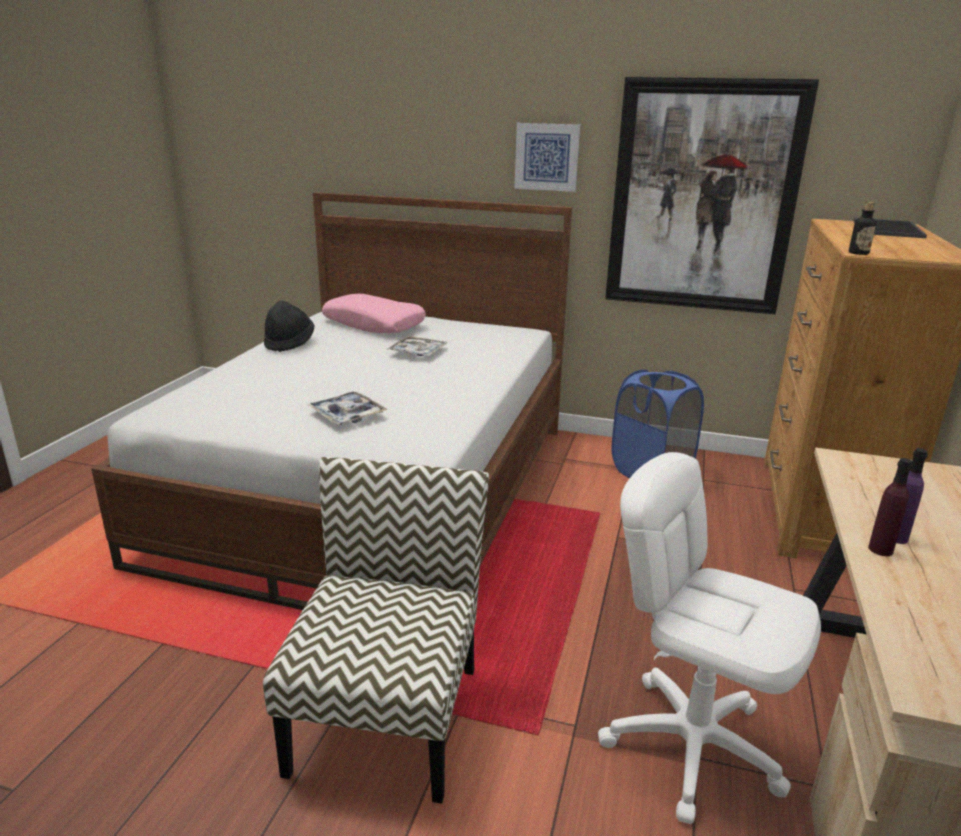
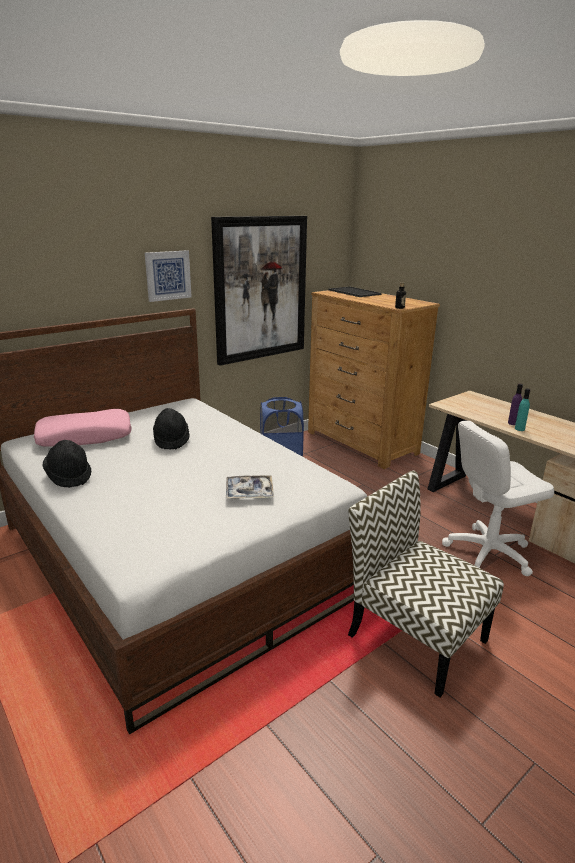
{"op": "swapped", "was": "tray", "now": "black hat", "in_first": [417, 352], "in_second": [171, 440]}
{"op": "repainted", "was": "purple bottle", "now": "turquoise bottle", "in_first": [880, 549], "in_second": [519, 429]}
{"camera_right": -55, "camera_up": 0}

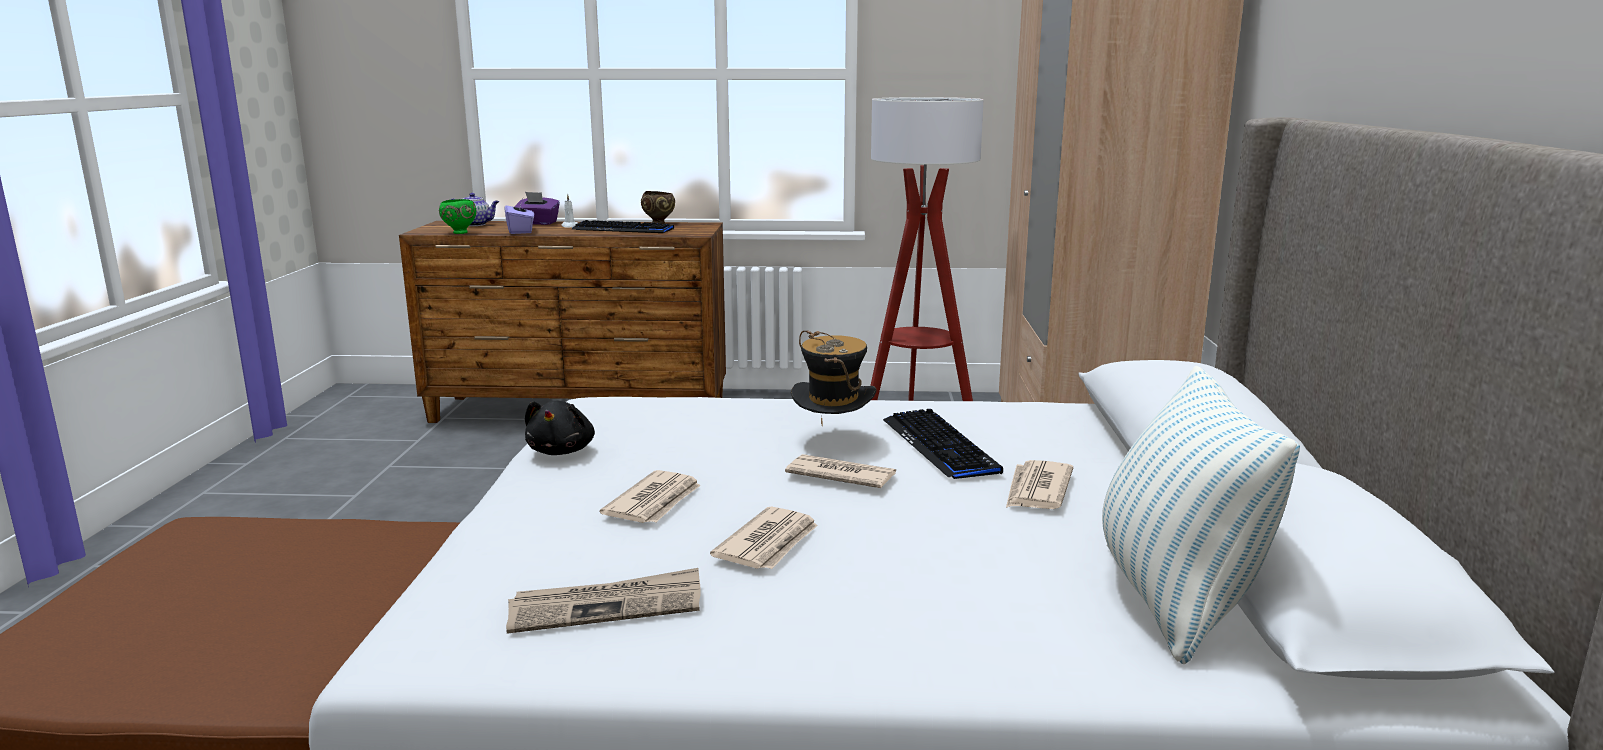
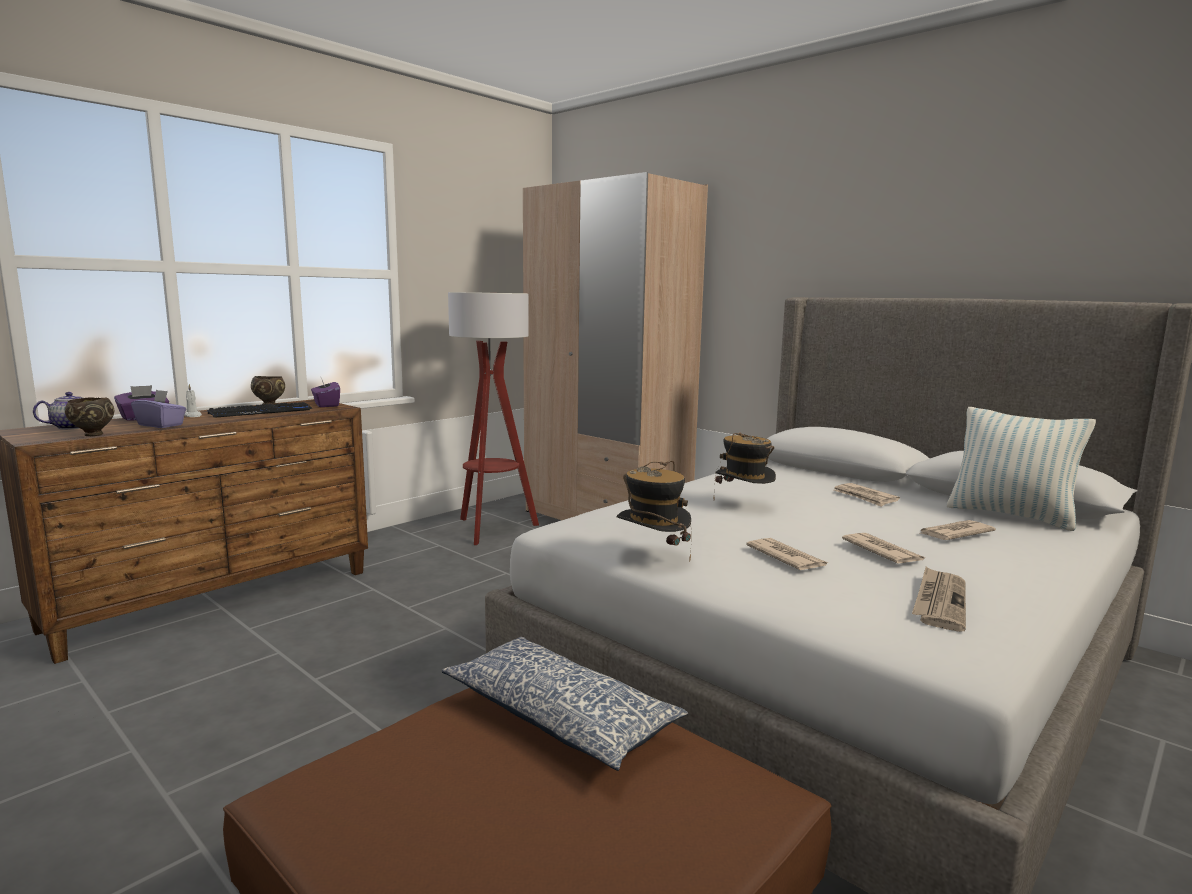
{"op": "repainted", "was": "green bowl", "now": "brown bowl", "in_first": [459, 232], "in_second": [92, 435]}
{"op": "swapped", "was": "black plush toy", "now": "hat", "in_first": [562, 451], "in_second": [652, 556]}
{"op": "gone", "was": "keyboard", "in_first": [940, 446]}
{"op": "shifted", "was": "newspaper", "in_first": [840, 475], "in_second": [954, 533]}
{"op": "new", "now": "purple tissue box", "in_second": [326, 405]}
{"op": "new", "now": "pillow", "in_second": [559, 716]}
{"camera_right": -50, "camera_up": -5}

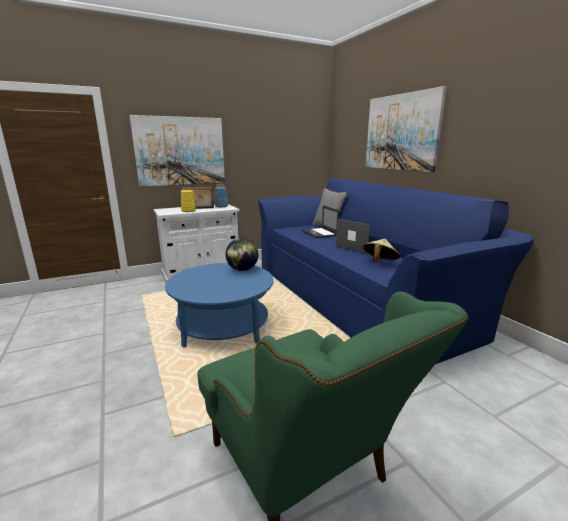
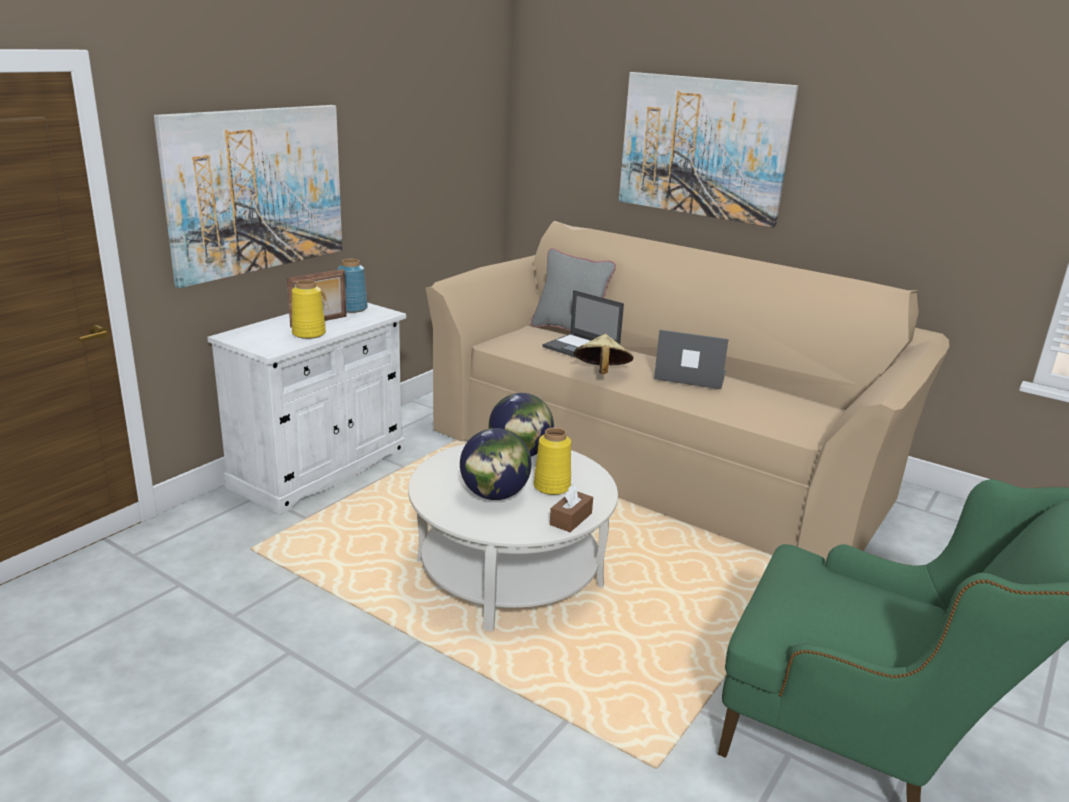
{"op": "repainted", "was": "blue sofa", "now": "beige sofa", "in_first": [358, 296], "in_second": [662, 457]}
{"op": "shifted", "was": "beige hat", "in_first": [379, 262], "in_second": [601, 373]}
{"op": "repainted", "was": "blue coffee table", "now": "white coffee table", "in_first": [223, 326], "in_second": [510, 573]}
{"op": "new", "now": "globe", "in_second": [494, 495]}
{"op": "new", "now": "yellow vase", "in_second": [552, 486]}
{"op": "new", "now": "brown tissue box", "in_second": [571, 519]}
{"camera_right": -30, "camera_up": 5}

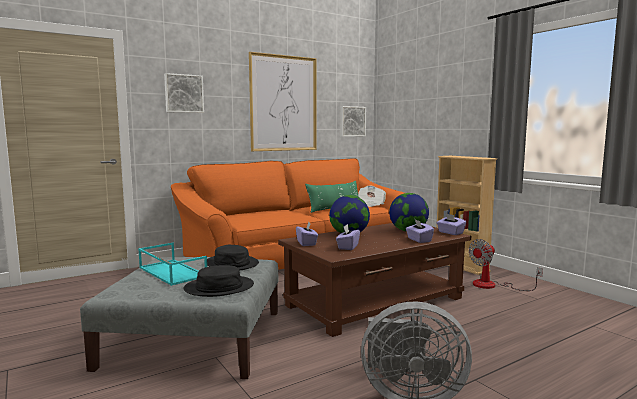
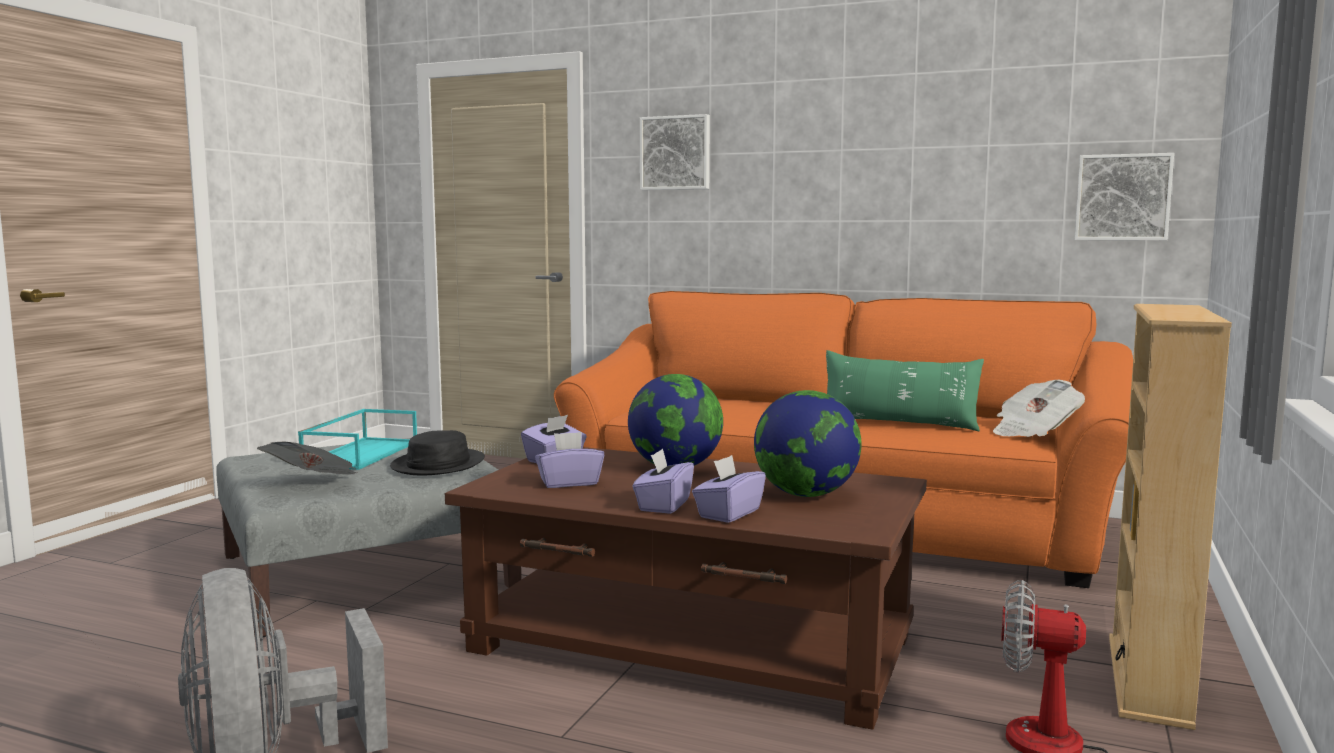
{"op": "gone", "was": "picture", "in_first": [283, 103]}
{"op": "shifted", "was": "purple tissue box", "in_first": [450, 233], "in_second": [663, 505]}
{"op": "swapped", "was": "black hat", "now": "newspaper", "in_first": [219, 287], "in_second": [314, 484]}
{"camera_right": 55, "camera_up": 0}

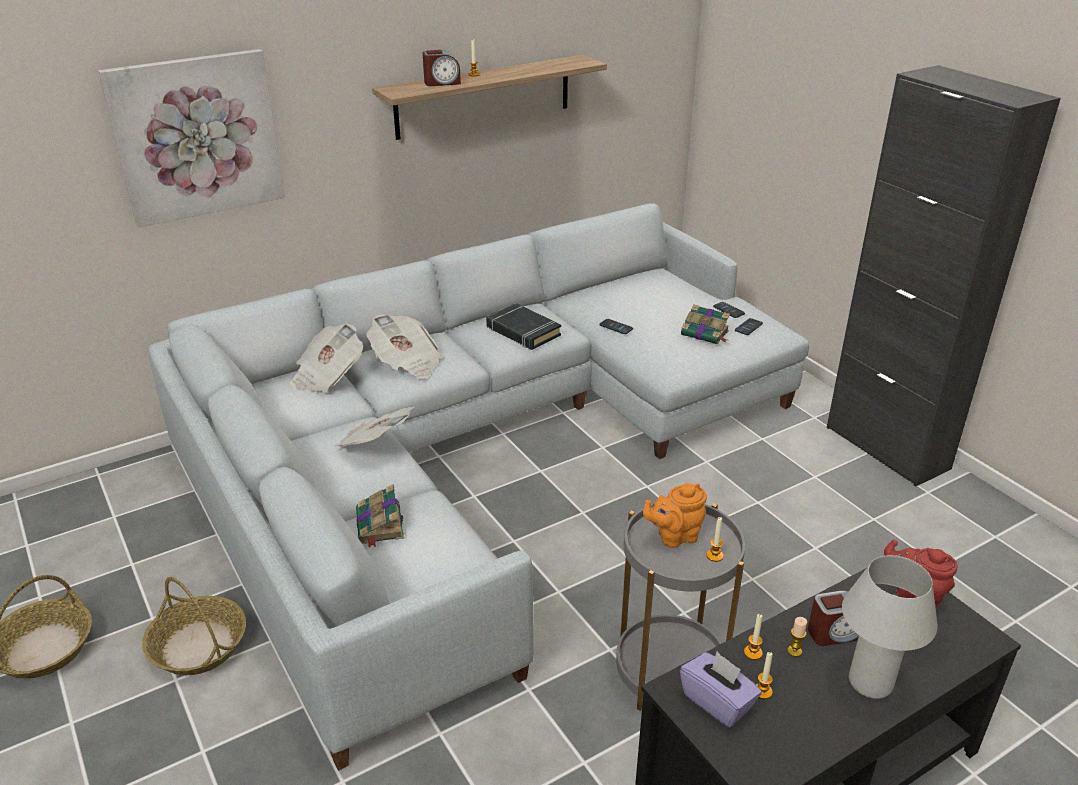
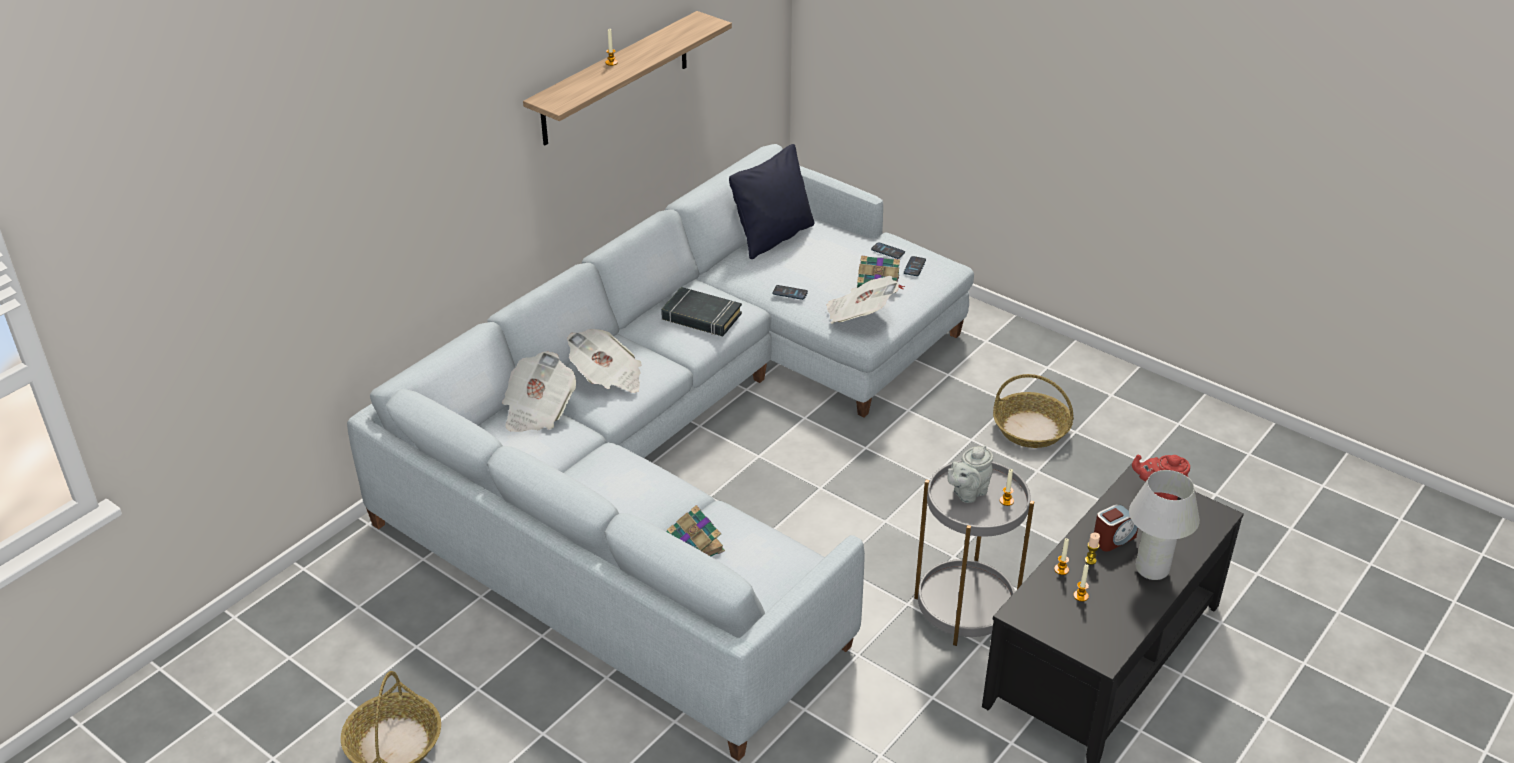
{"op": "gone", "was": "picture", "in_first": [196, 136]}
{"op": "gone", "was": "alarm clock", "in_first": [442, 83]}
{"op": "gone", "was": "black cabinet", "in_first": [887, 447]}
{"op": "shifted", "was": "newspaper", "in_first": [376, 444], "in_second": [859, 315]}
{"op": "repainted", "was": "orange teapot", "now": "grey teapot", "in_first": [674, 536], "in_second": [967, 493]}
{"op": "shifted", "was": "basket", "in_first": [199, 646], "in_second": [1031, 429]}
{"op": "gone", "was": "purple tissue box", "in_first": [717, 702]}
{"op": "new", "now": "black pillow", "in_second": [773, 237]}
{"camera_right": -20, "camera_up": 5}

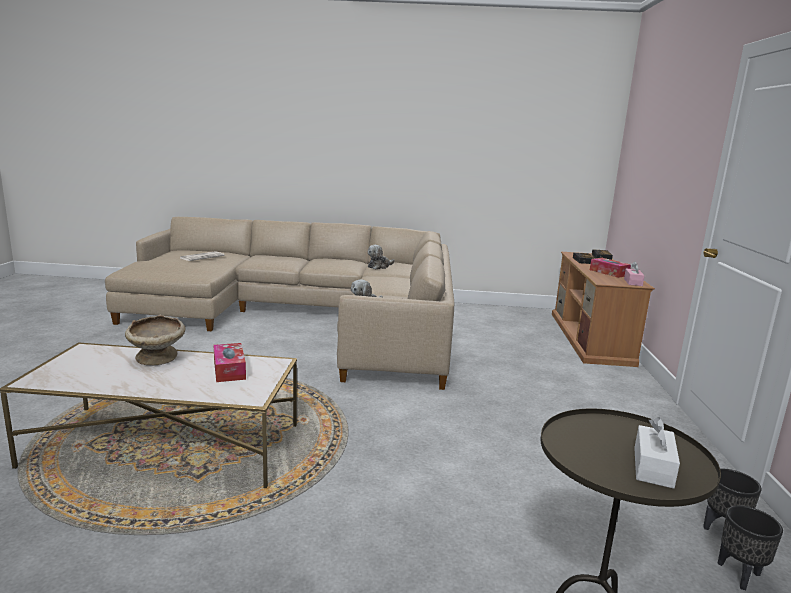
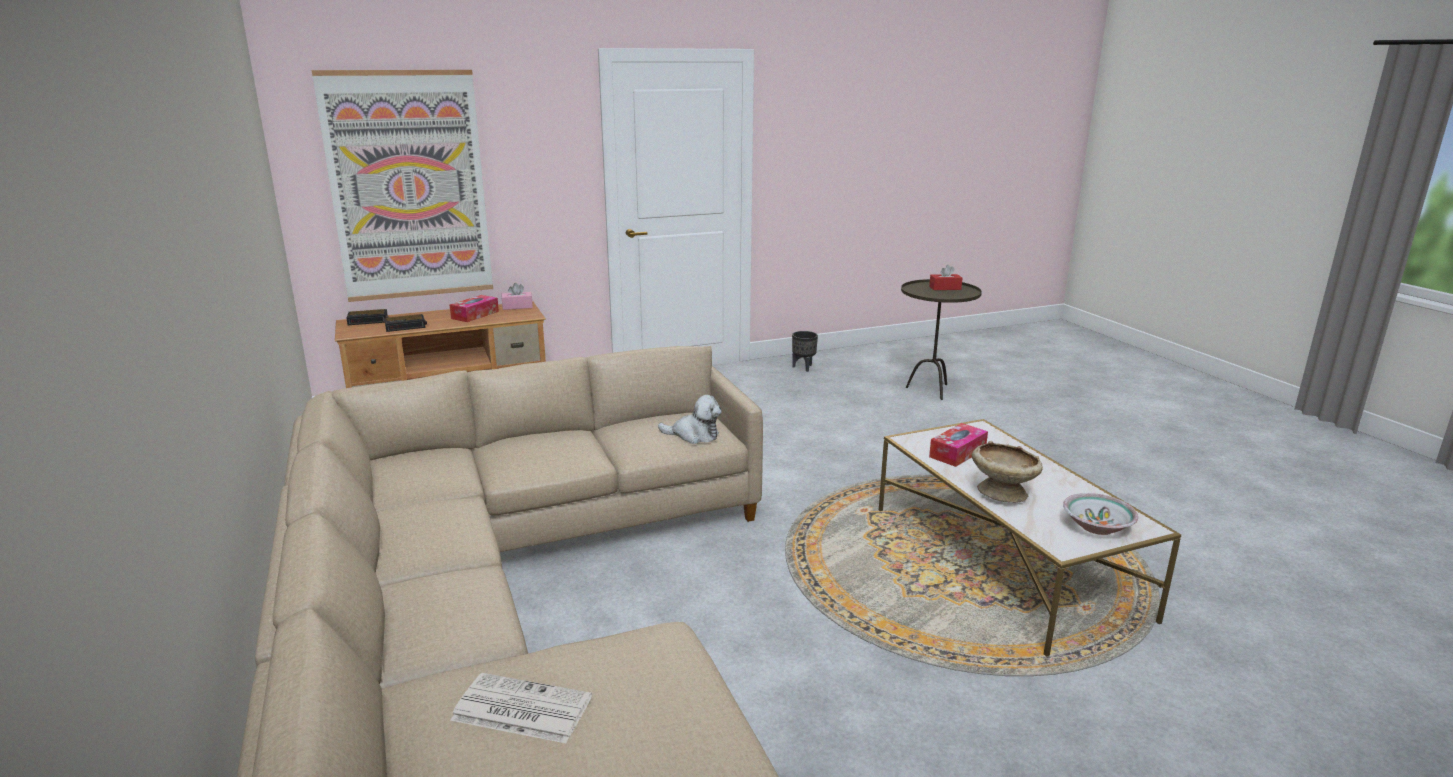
{"op": "gone", "was": "plush toy", "in_first": [379, 266]}
{"op": "repainted", "was": "white tissue box", "now": "red tissue box", "in_first": [653, 467], "in_second": [945, 288]}
{"op": "gone", "was": "black planter", "in_first": [738, 574]}
{"op": "new", "now": "picture", "in_second": [409, 187]}
{"op": "new", "now": "bowl", "in_second": [1097, 526]}
{"camera_right": -115, "camera_up": 5}

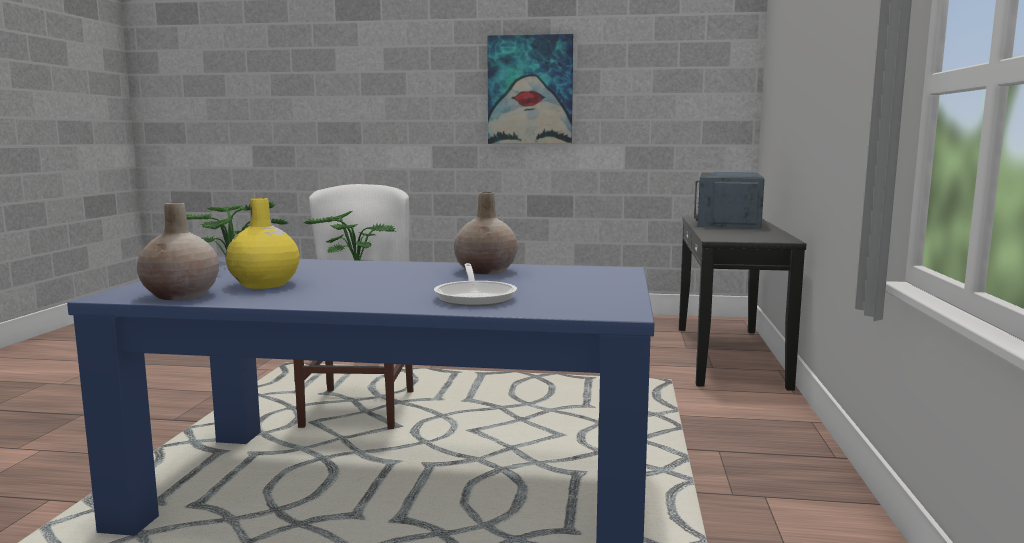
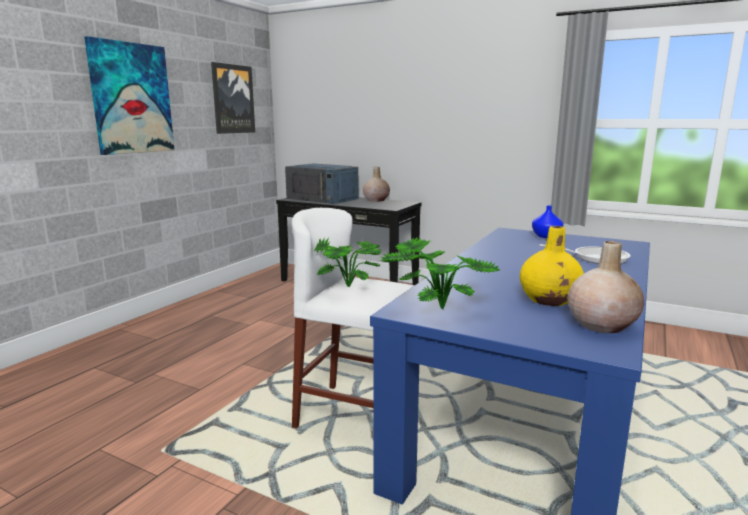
{"op": "shifted", "was": "beige vase", "in_first": [486, 271], "in_second": [376, 200]}
{"op": "new", "now": "picture", "in_second": [233, 99]}
{"op": "new", "now": "blue vase", "in_second": [546, 236]}
{"camera_right": -70, "camera_up": 5}

